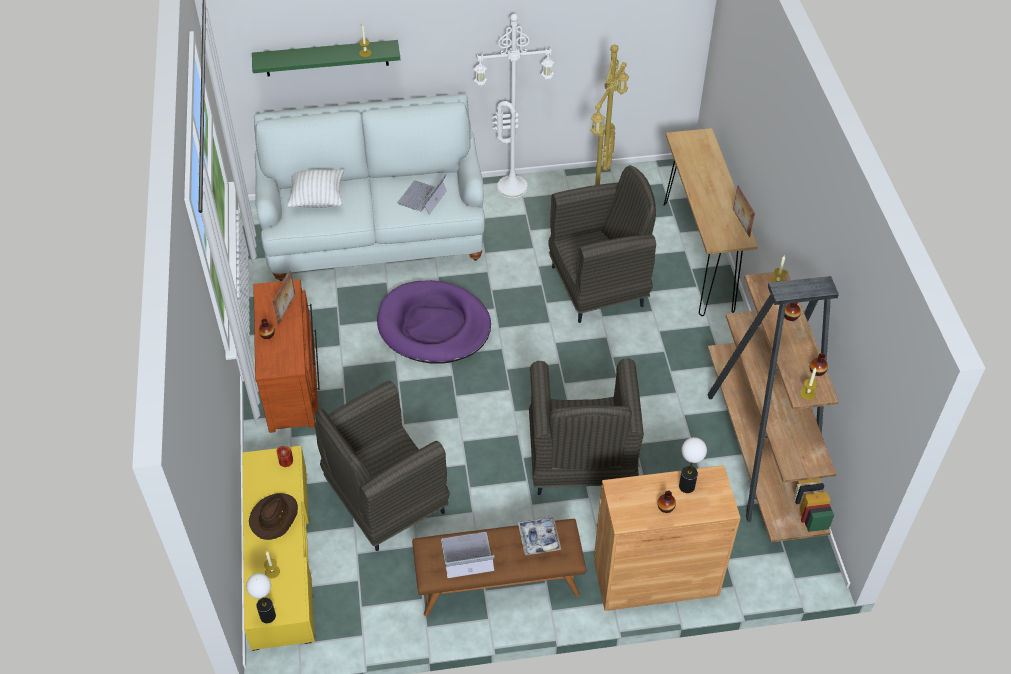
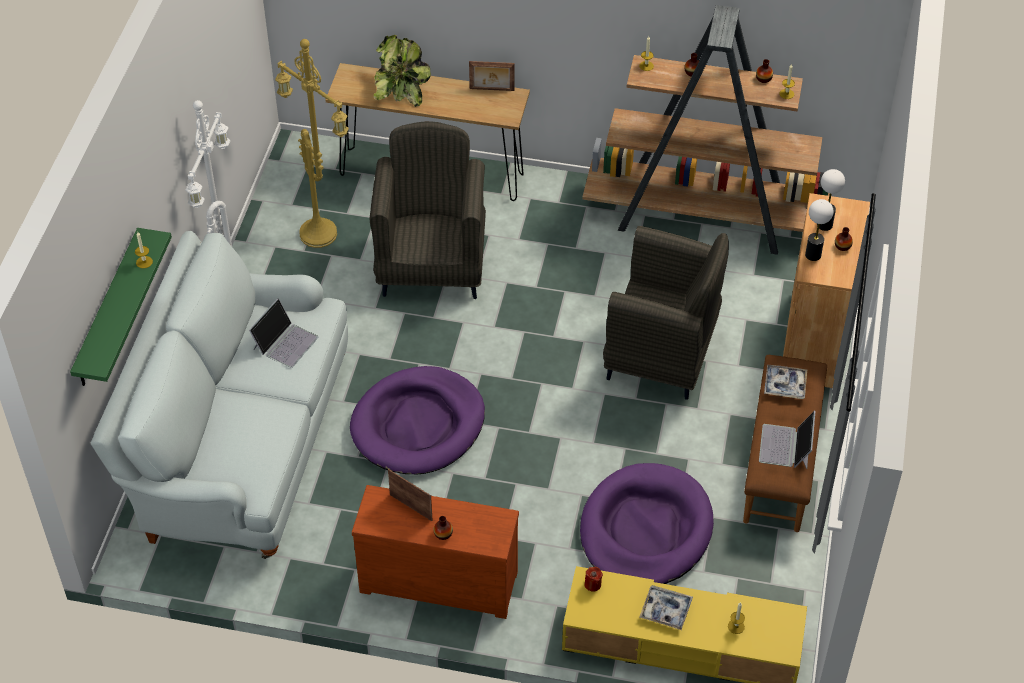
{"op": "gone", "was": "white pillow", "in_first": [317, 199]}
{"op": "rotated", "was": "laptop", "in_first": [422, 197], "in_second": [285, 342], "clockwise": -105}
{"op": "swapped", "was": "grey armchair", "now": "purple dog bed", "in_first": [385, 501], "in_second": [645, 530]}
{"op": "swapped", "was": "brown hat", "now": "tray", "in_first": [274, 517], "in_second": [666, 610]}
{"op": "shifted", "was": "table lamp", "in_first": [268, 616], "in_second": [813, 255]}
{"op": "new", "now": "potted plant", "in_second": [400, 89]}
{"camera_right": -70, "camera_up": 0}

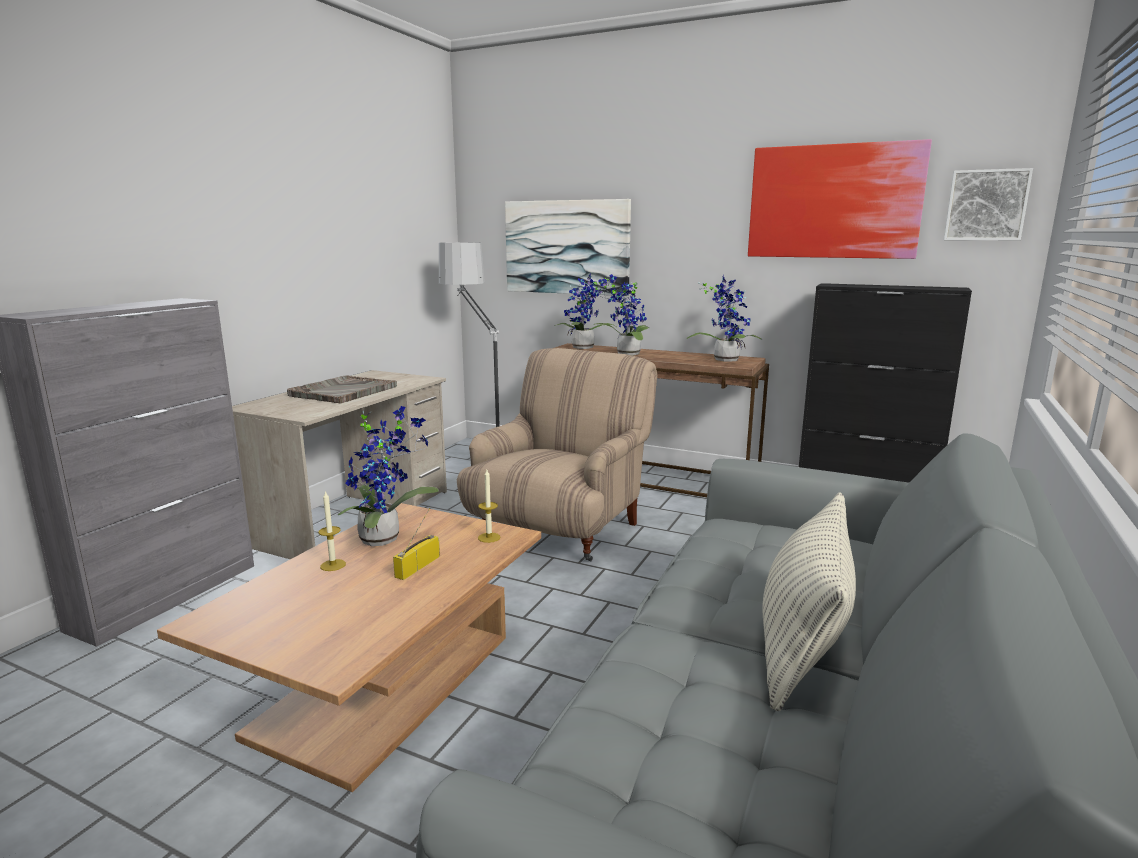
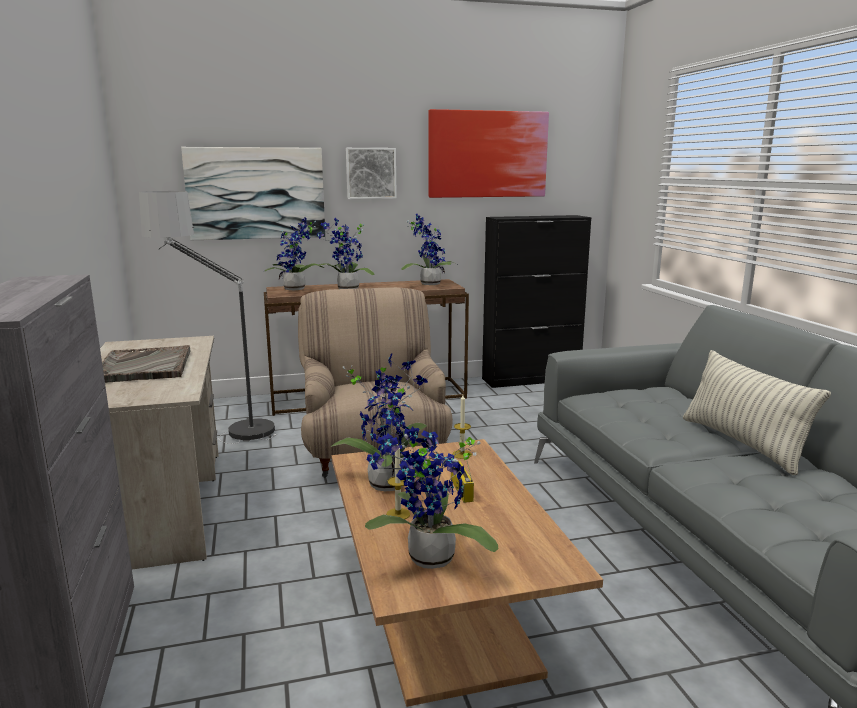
{"op": "shifted", "was": "picture", "in_first": [986, 205], "in_second": [371, 173]}
{"op": "new", "now": "potted plant", "in_second": [428, 561]}
{"camera_right": -40, "camera_up": 0}

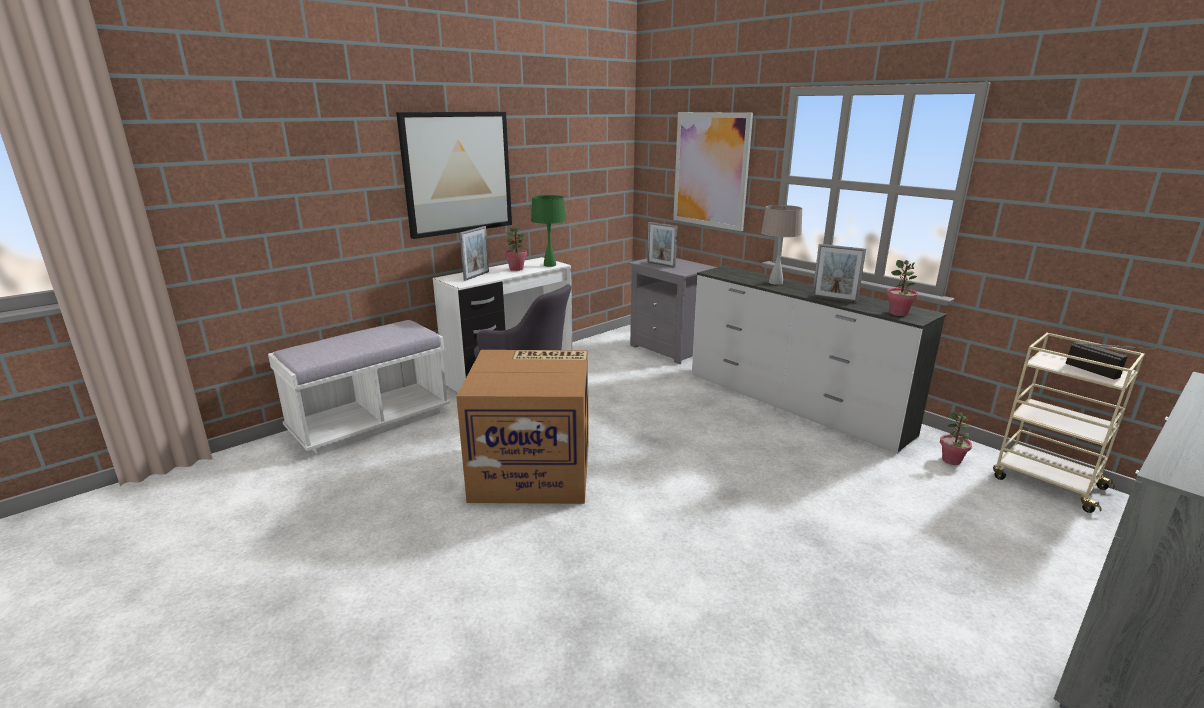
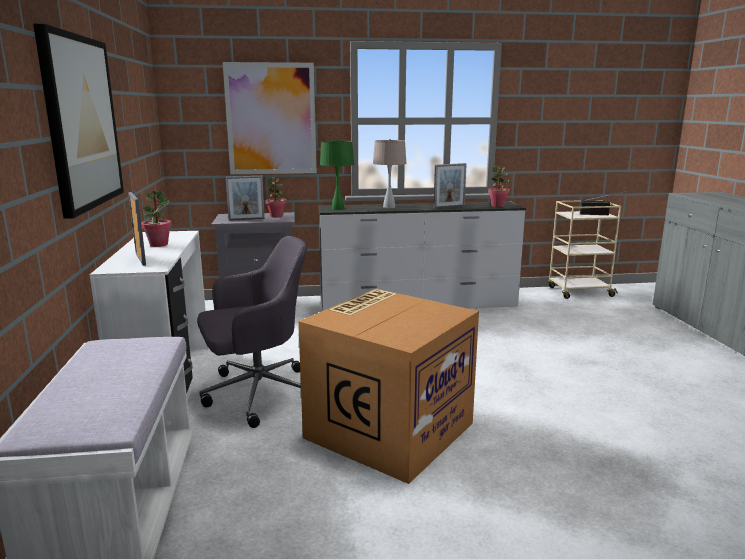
{"op": "shifted", "was": "green table lamp", "in_first": [550, 265], "in_second": [337, 208]}
{"op": "shifted", "was": "potted plant", "in_first": [951, 460], "in_second": [276, 216]}
{"camera_right": -55, "camera_up": -5}

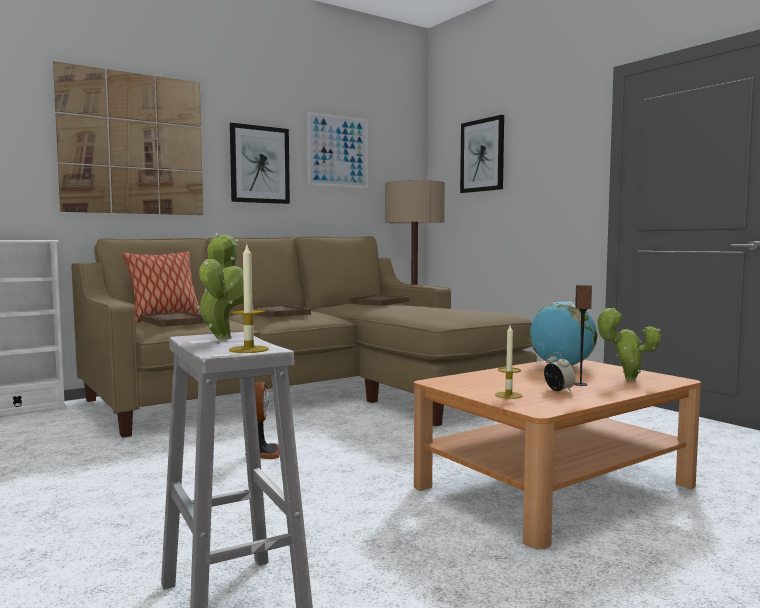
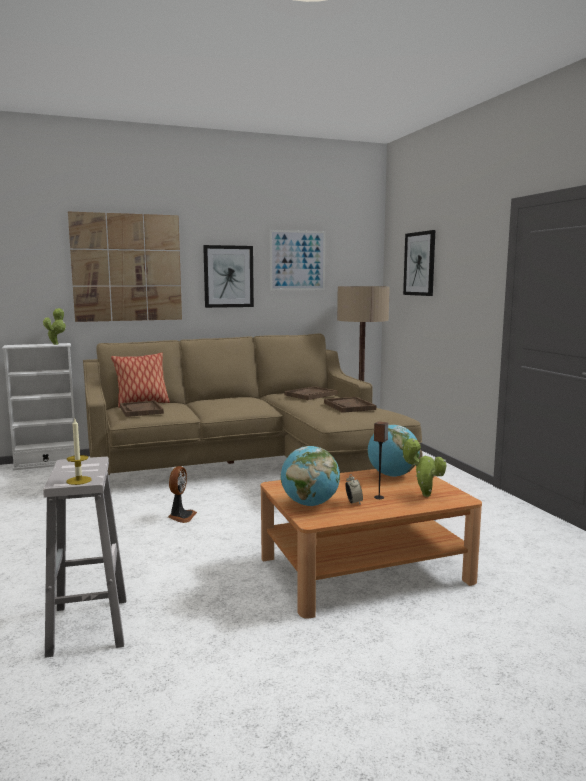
{"op": "shifted", "was": "potted plant", "in_first": [223, 338], "in_second": [56, 344]}
{"op": "shifted", "was": "brown tray", "in_first": [278, 313], "in_second": [349, 406]}
{"op": "swapped", "was": "candle", "now": "globe", "in_first": [508, 395], "in_second": [310, 504]}
{"camera_right": 15, "camera_up": 5}

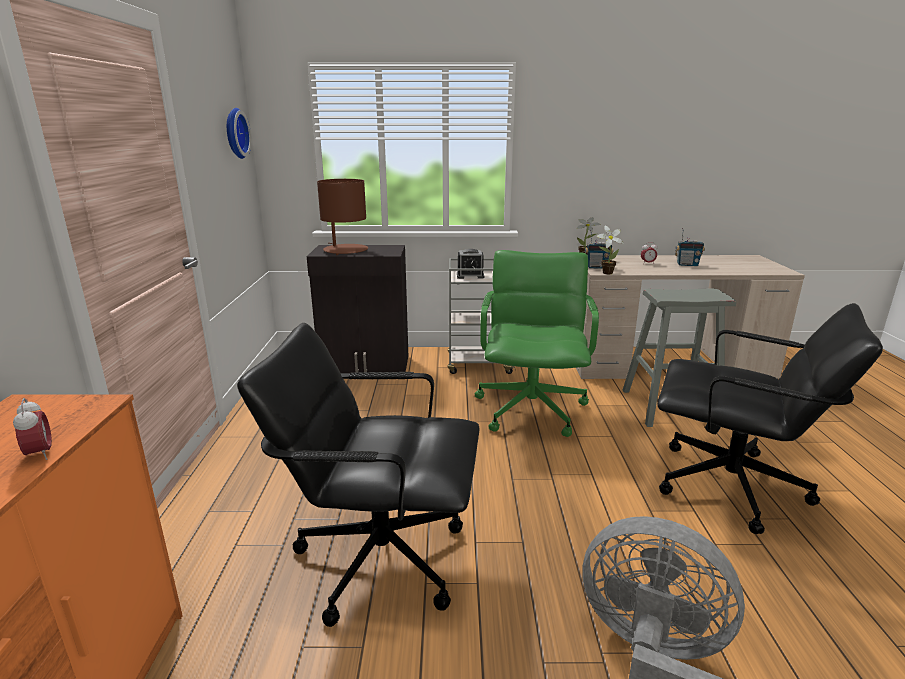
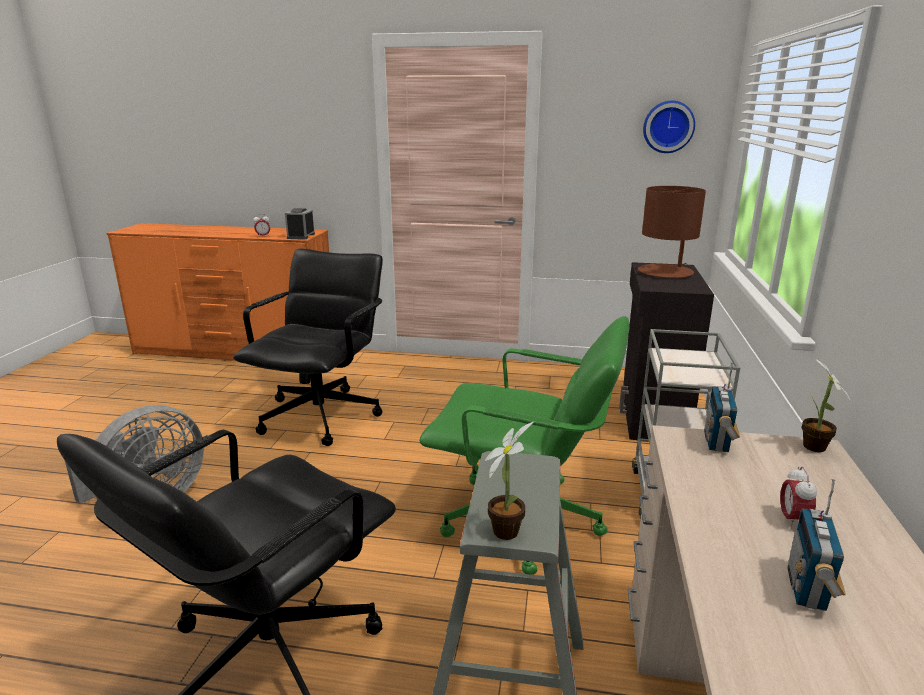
{"op": "shifted", "was": "potted plant", "in_first": [605, 273], "in_second": [507, 529]}
{"op": "shifted", "was": "alarm clock", "in_first": [470, 276], "in_second": [301, 236]}
{"camera_right": 100, "camera_up": 0}

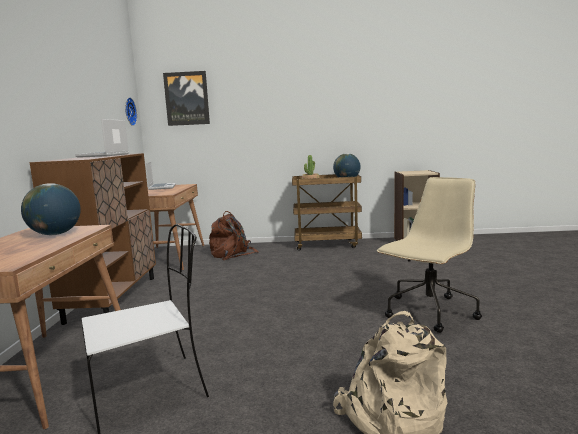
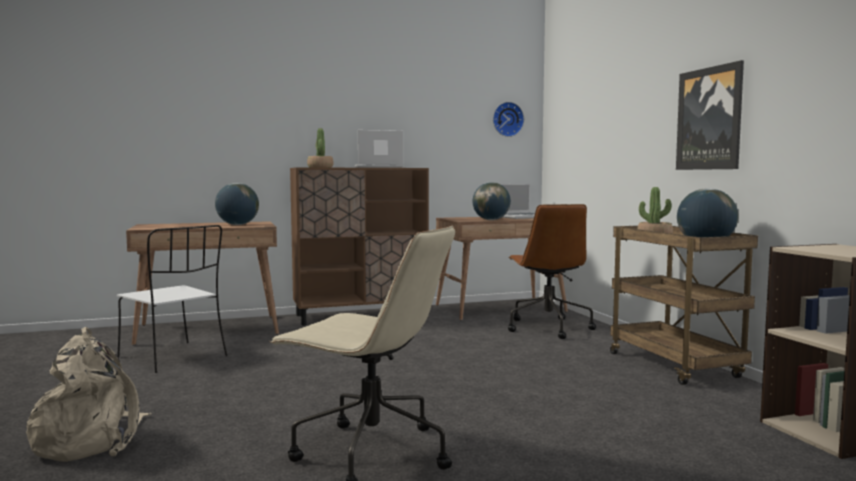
{"op": "shifted", "was": "picture", "in_first": [187, 98], "in_second": [709, 119]}
{"op": "swapped", "was": "brown backpack", "now": "brown office chair", "in_first": [232, 254], "in_second": [547, 327]}
{"op": "new", "now": "potted plant", "in_second": [320, 167]}
{"op": "new", "now": "globe", "in_second": [491, 220]}
{"camera_right": 70, "camera_up": -5}

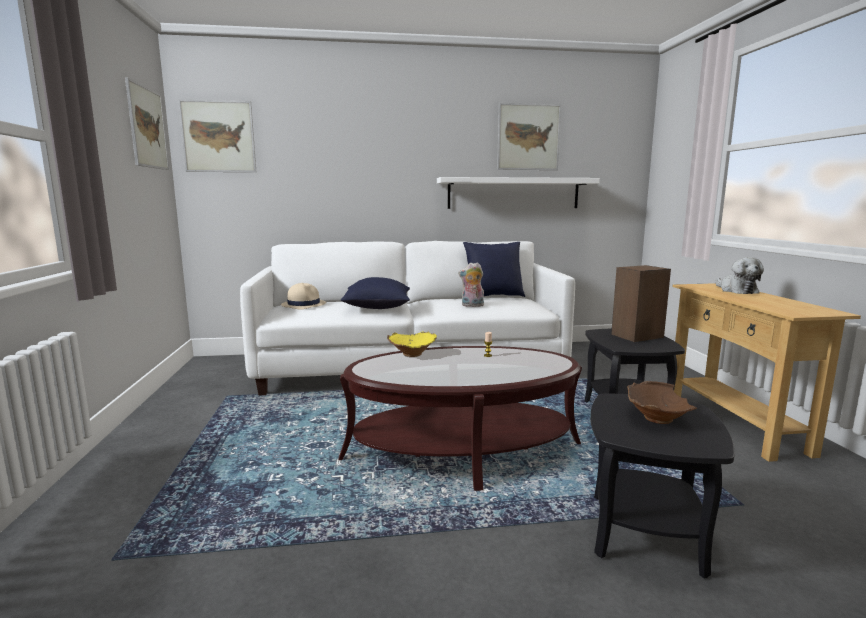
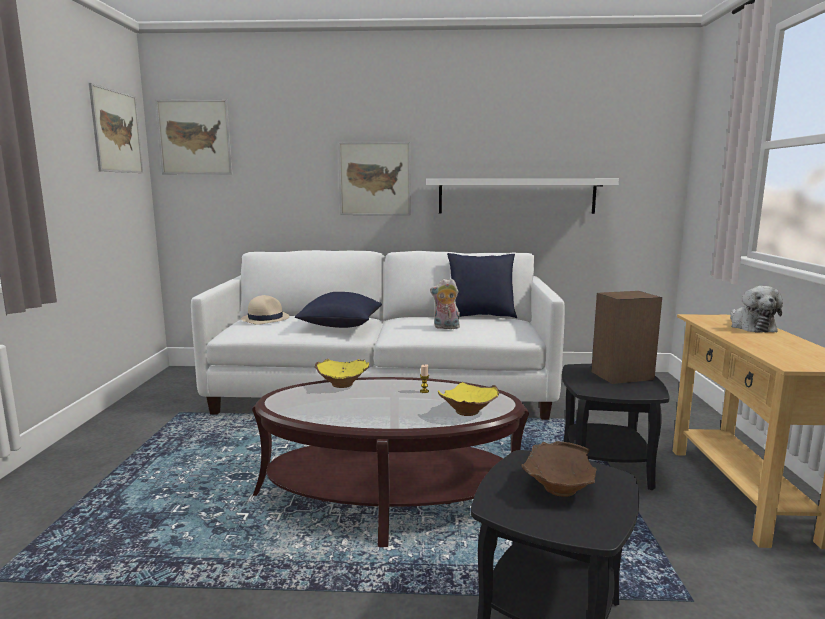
{"op": "shifted", "was": "picture", "in_first": [528, 137], "in_second": [375, 179]}
{"op": "new", "now": "yellow bowl", "in_second": [468, 412]}
{"camera_right": 10, "camera_up": 0}

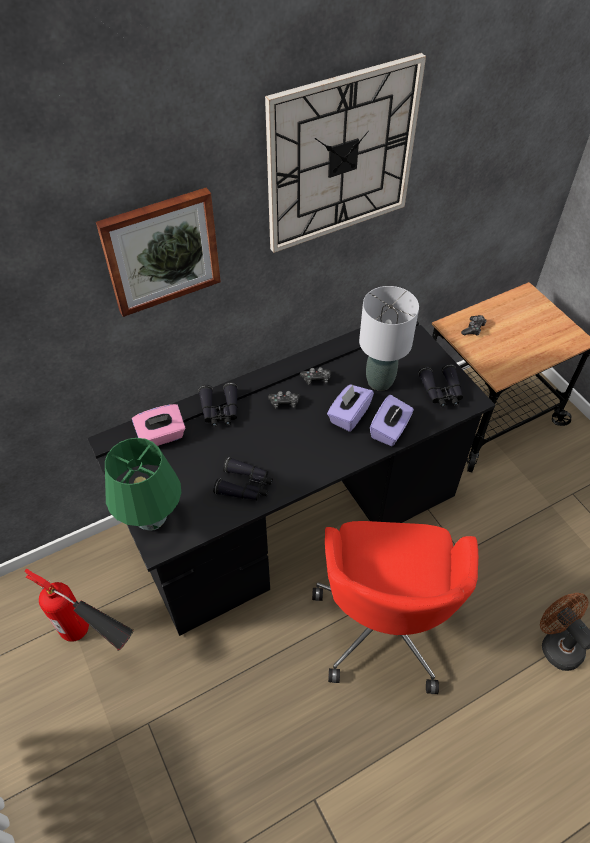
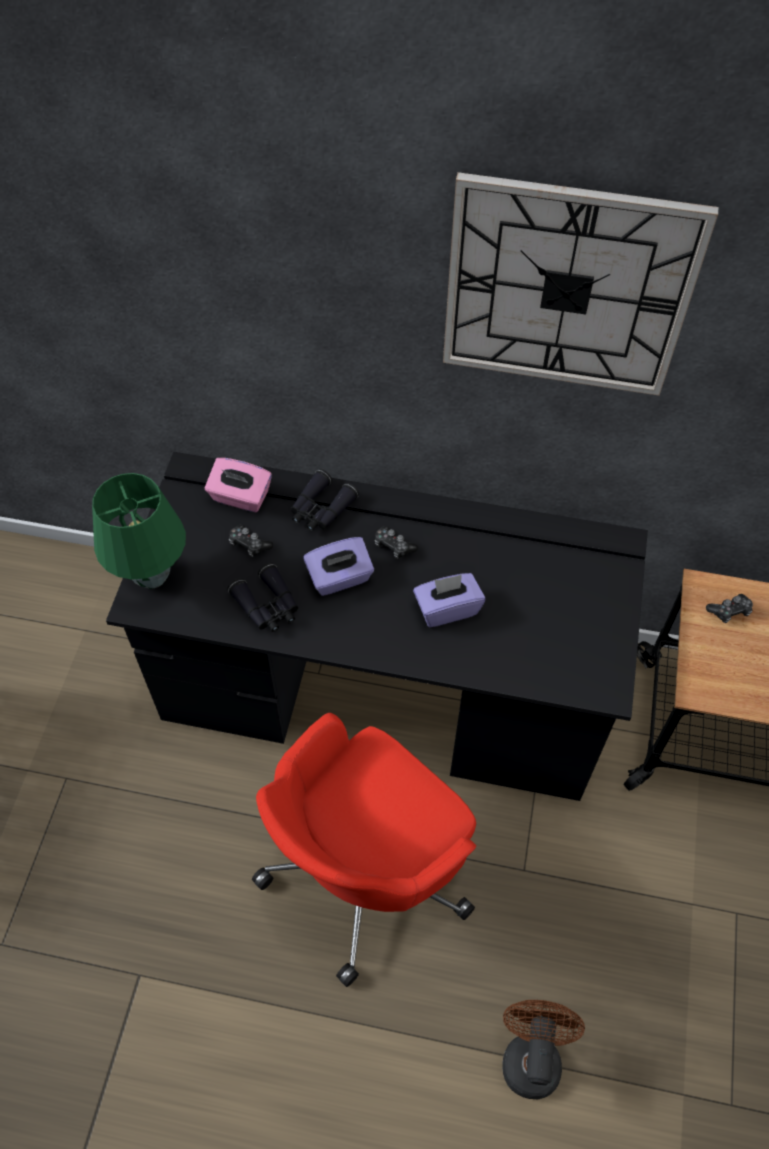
{"op": "gone", "was": "picture", "in_first": [161, 251]}
{"op": "gone", "was": "grey table lamp", "in_first": [380, 381]}
{"op": "gone", "was": "black binoculars", "in_first": [441, 391]}
{"op": "shifted", "was": "game controller", "in_first": [316, 379], "in_second": [249, 544]}
{"op": "shifted", "was": "purple tissue box", "in_first": [390, 430], "in_second": [340, 578]}
{"op": "gone", "was": "fire extinguisher", "in_first": [97, 640]}
{"camera_right": 40, "camera_up": 5}

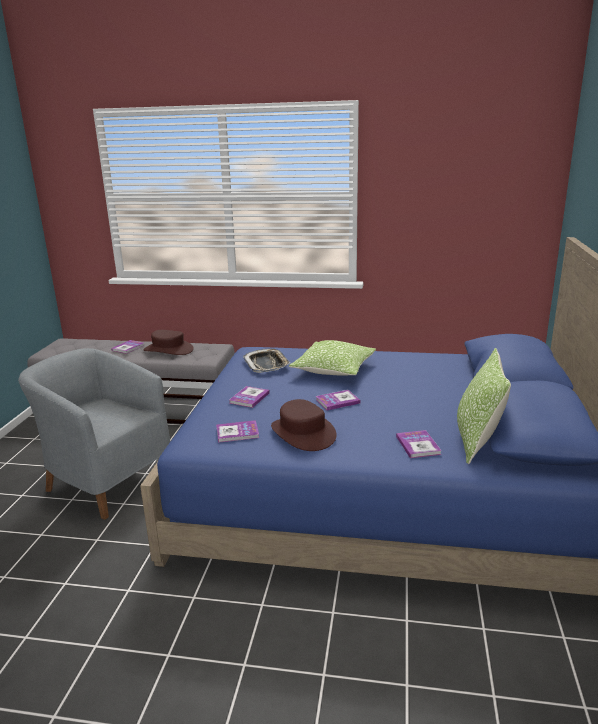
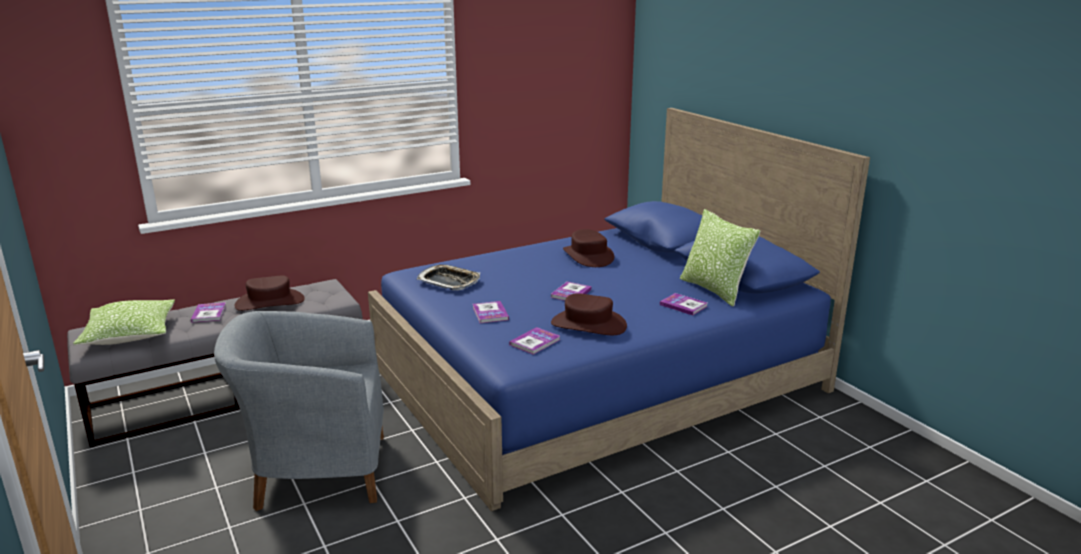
{"op": "shifted", "was": "pillow", "in_first": [333, 369], "in_second": [130, 334]}
{"op": "new", "now": "brown hat", "in_second": [588, 256]}
{"camera_right": -40, "camera_up": 0}

